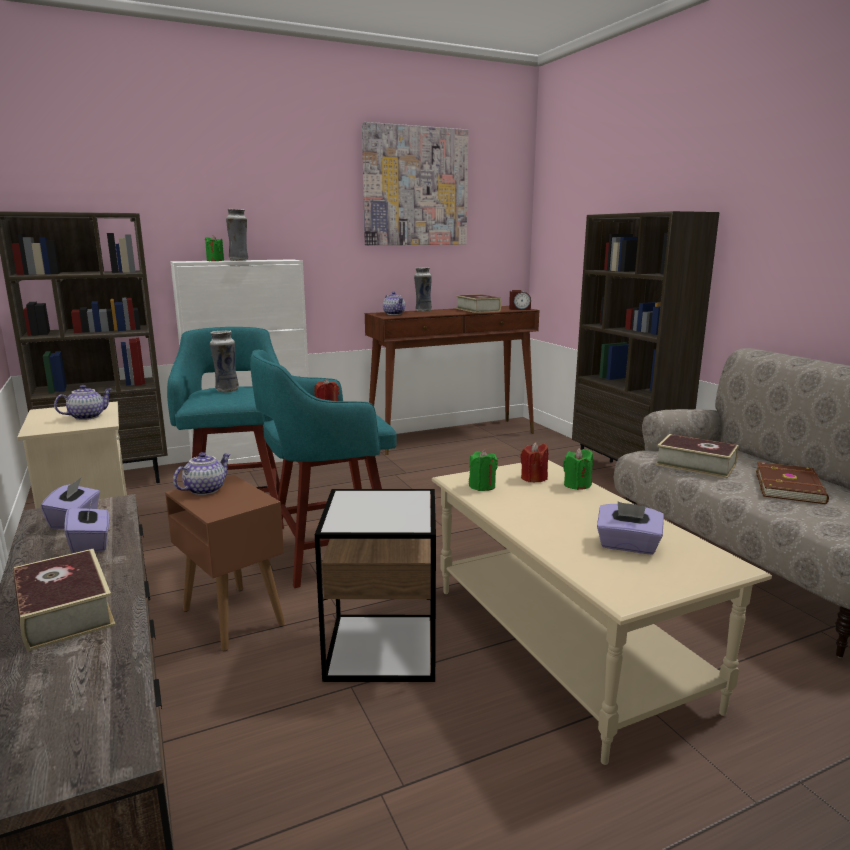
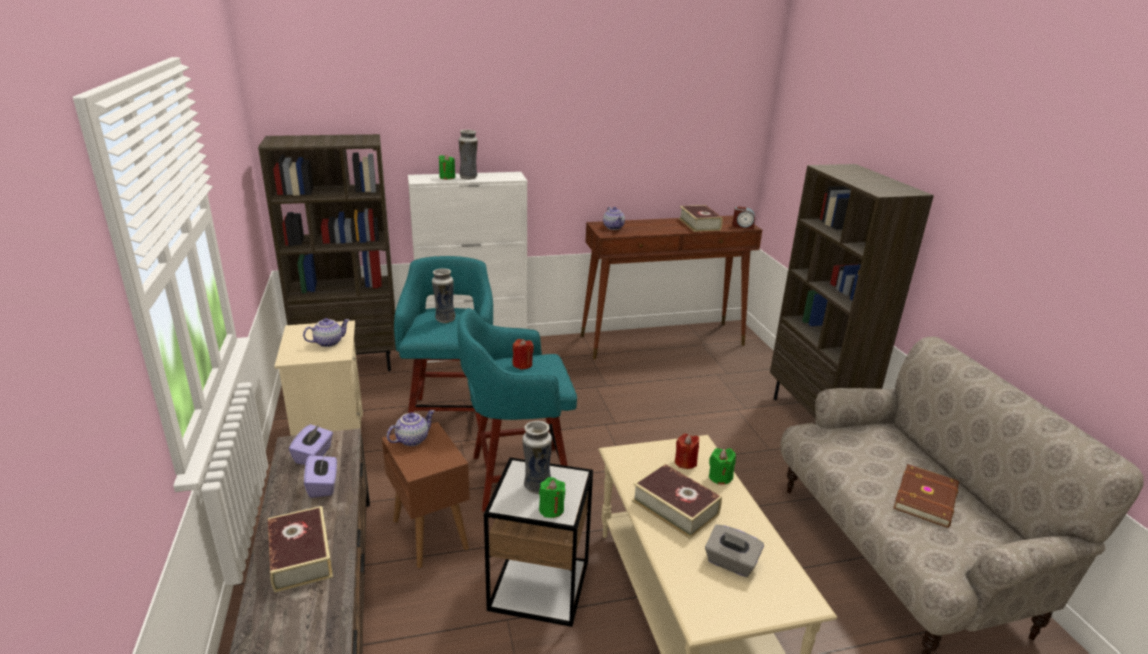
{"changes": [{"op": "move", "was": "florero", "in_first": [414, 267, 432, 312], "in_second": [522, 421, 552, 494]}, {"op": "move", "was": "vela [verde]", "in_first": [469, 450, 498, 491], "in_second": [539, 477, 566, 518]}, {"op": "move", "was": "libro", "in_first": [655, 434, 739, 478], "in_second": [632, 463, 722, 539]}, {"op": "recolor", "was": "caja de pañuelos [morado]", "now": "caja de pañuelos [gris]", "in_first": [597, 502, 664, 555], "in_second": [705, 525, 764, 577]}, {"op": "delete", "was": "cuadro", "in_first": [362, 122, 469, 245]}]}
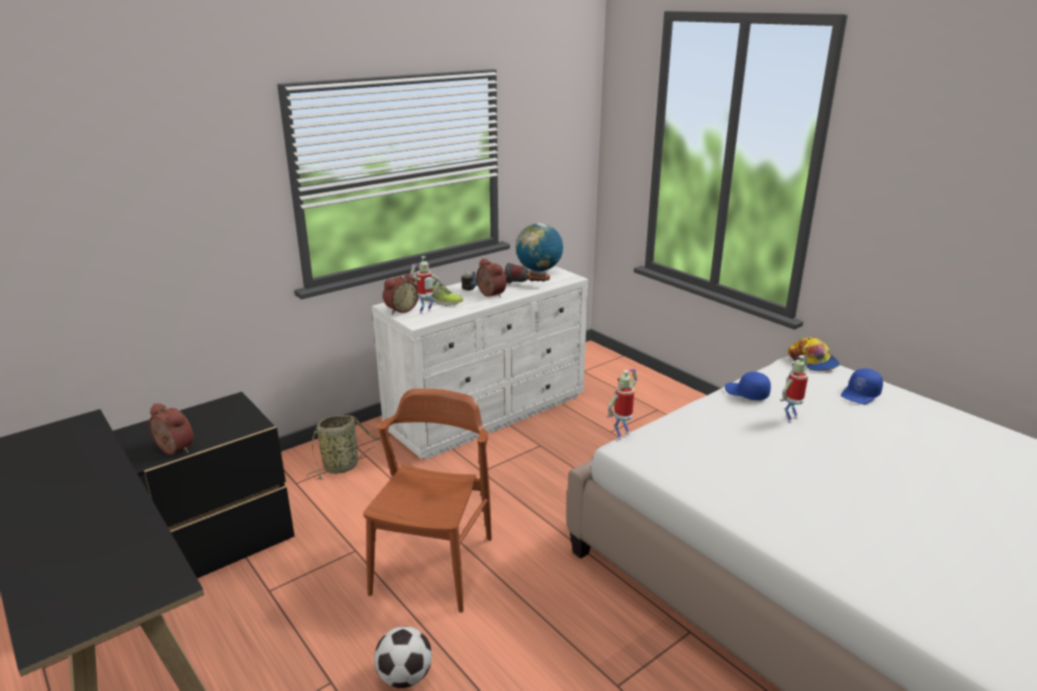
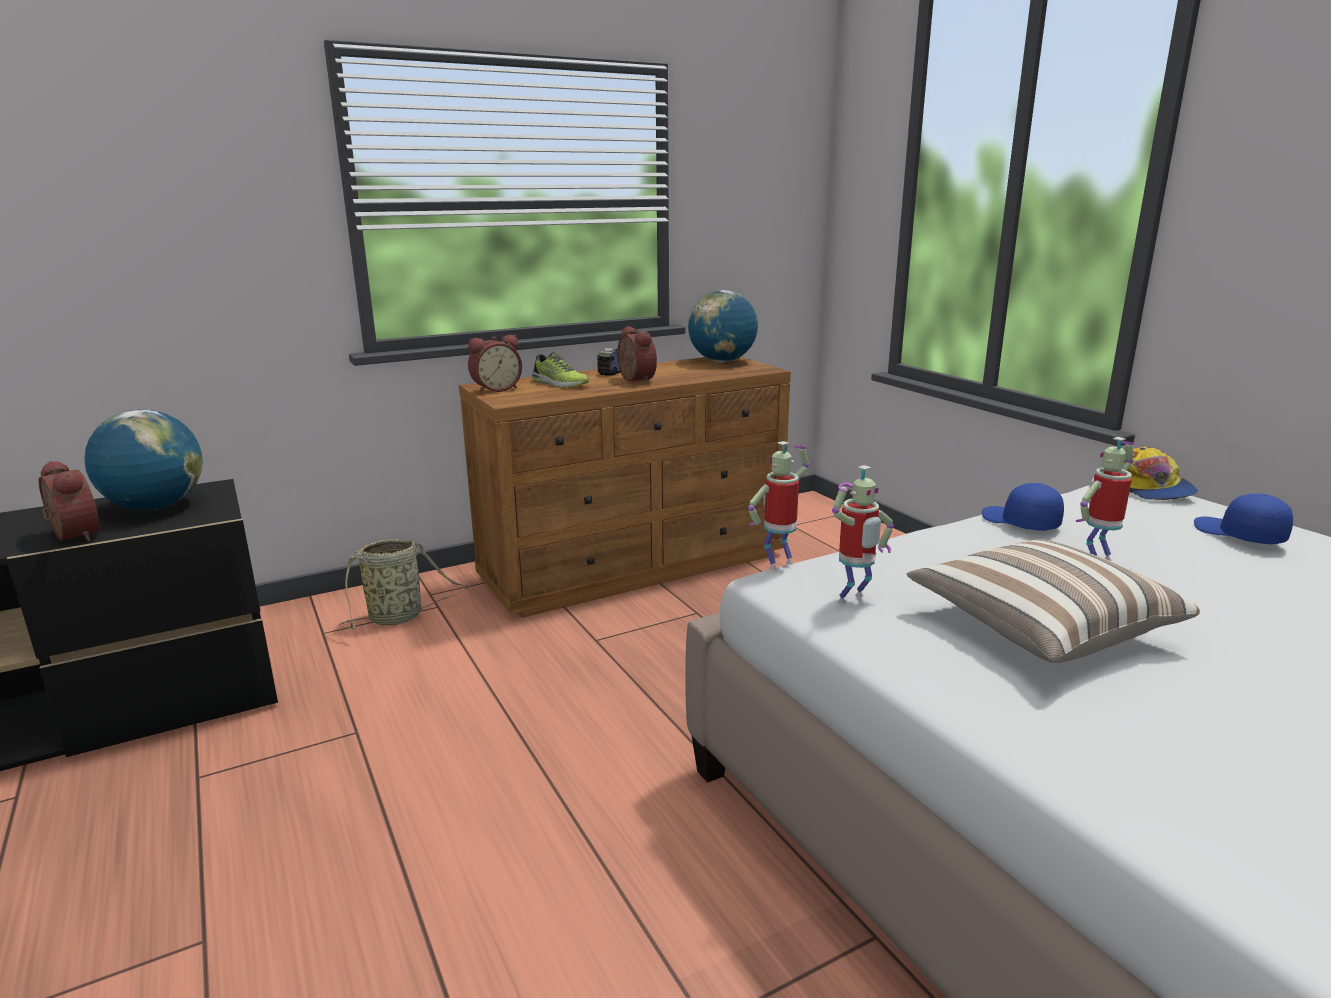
{"changes": [{"op": "insert", "now": "globo terráqueo", "in_second": [84, 409, 203, 510]}, {"op": "recolor", "was": "cómoda [blanco]", "now": "cómoda [marrón]", "in_first": [372, 266, 588, 459], "in_second": [459, 357, 791, 618]}, {"op": "move", "was": "robot de juguete", "in_first": [410, 256, 440, 314], "in_second": [832, 465, 894, 604]}, {"op": "insert", "now": "cojín", "in_second": [907, 539, 1200, 663]}, {"op": "rotate", "was": "gorra [azul]", "in_first": [841, 368, 883, 404], "in_second": [1194, 493, 1293, 544], "clockwise": 90}, {"op": "delete", "was": "silla [marrón]", "in_first": [363, 389, 492, 613]}, {"op": "delete", "was": "balón de fútbol", "in_first": [374, 626, 432, 688]}, {"op": "delete", "was": "linterna", "in_first": [504, 263, 550, 284]}]}
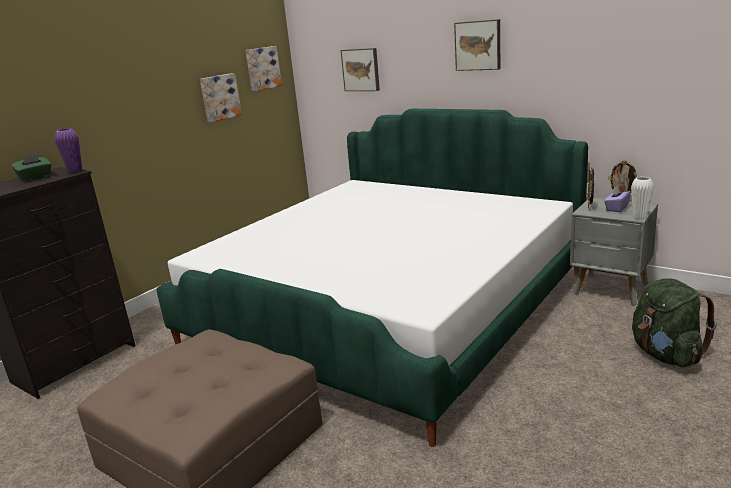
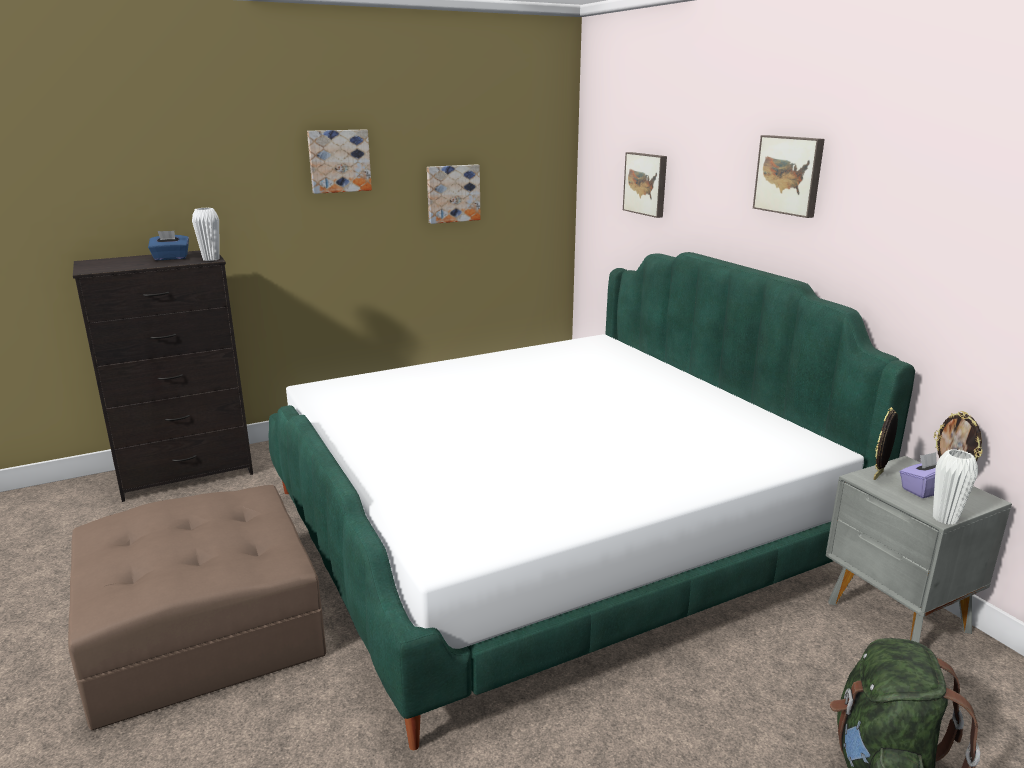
{"changes": [{"op": "recolor", "was": "caja de pañuelos [verde]", "now": "caja de pañuelos [azul]", "in_first": [12, 153, 51, 182], "in_second": [148, 231, 189, 260]}, {"op": "recolor", "was": "florero [morado]", "now": "florero [blanco]", "in_first": [55, 128, 83, 174], "in_second": [192, 208, 219, 261]}, {"op": "move", "was": "cuadro", "in_first": [245, 46, 282, 91], "in_second": [307, 130, 372, 194]}]}
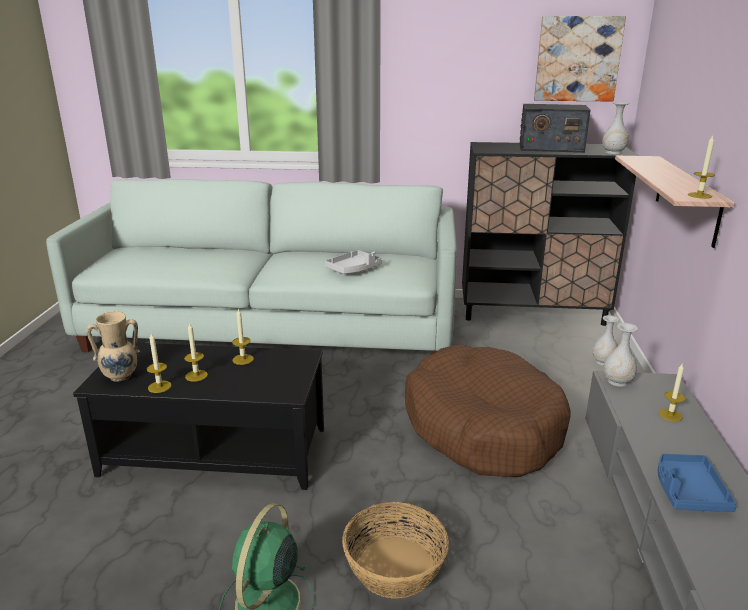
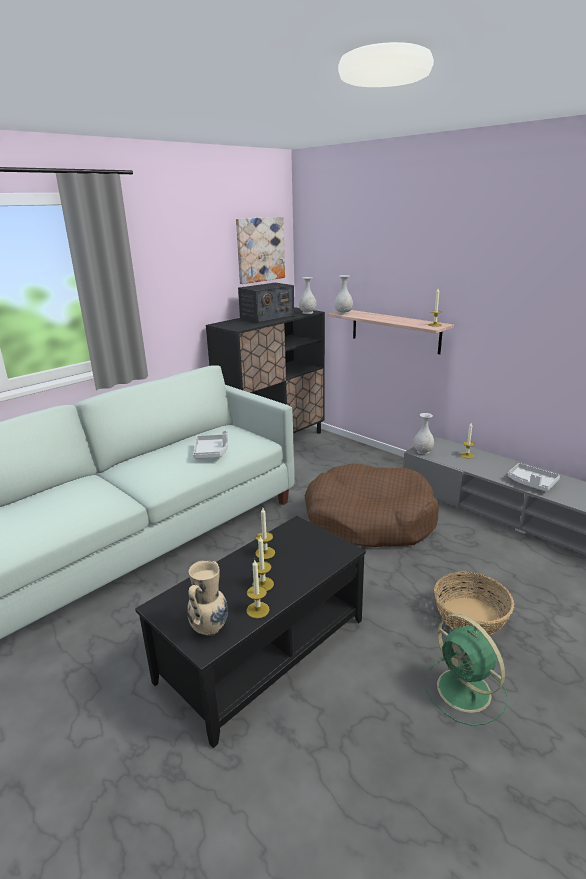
{"changes": [{"op": "move", "was": "florero [blanco]", "in_first": [592, 315, 619, 366], "in_second": [334, 275, 353, 314]}, {"op": "recolor", "was": "bandeja [azul]", "now": "bandeja [gris]", "in_first": [658, 454, 737, 512], "in_second": [508, 463, 560, 492]}]}
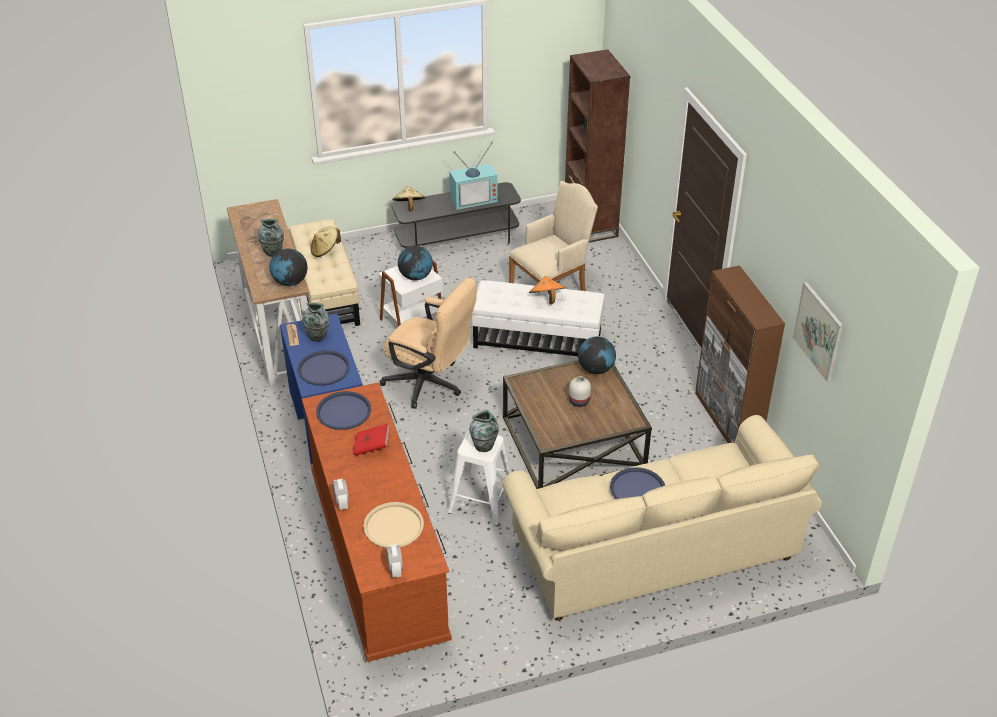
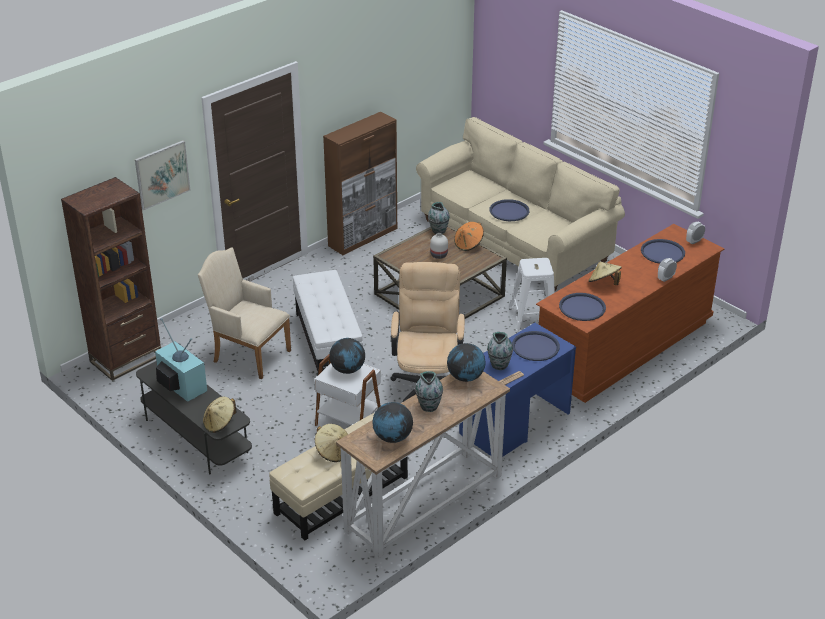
{"changes": [{"op": "move", "was": "cuadro", "in_first": [792, 282, 844, 382], "in_second": [135, 140, 190, 210]}, {"op": "move", "was": "globo terráqueo", "in_first": [578, 337, 616, 374], "in_second": [372, 402, 413, 443]}, {"op": "move", "was": "florero", "in_first": [469, 410, 499, 452], "in_second": [428, 202, 450, 234]}, {"op": "move", "was": "sombrero [naranja]", "in_first": [529, 276, 565, 305], "in_second": [454, 222, 484, 251]}, {"op": "replace", "was": "libro [rojo]", "now": "sombrero [beis]", "in_first": [353, 423, 390, 456], "in_second": [588, 261, 622, 285]}, {"op": "recolor", "was": "bandeja [beis]", "now": "bandeja [azul]", "in_first": [363, 502, 424, 548], "in_second": [641, 239, 685, 264]}]}
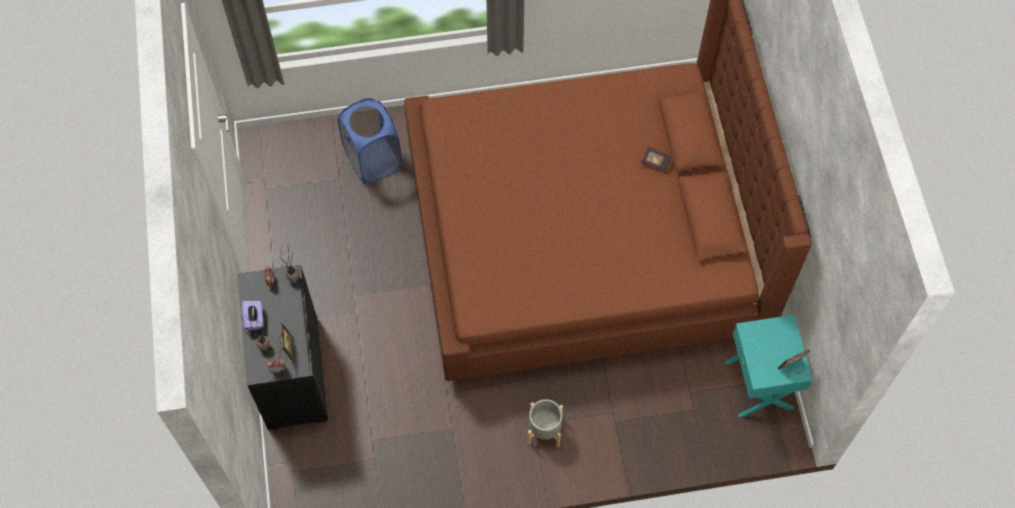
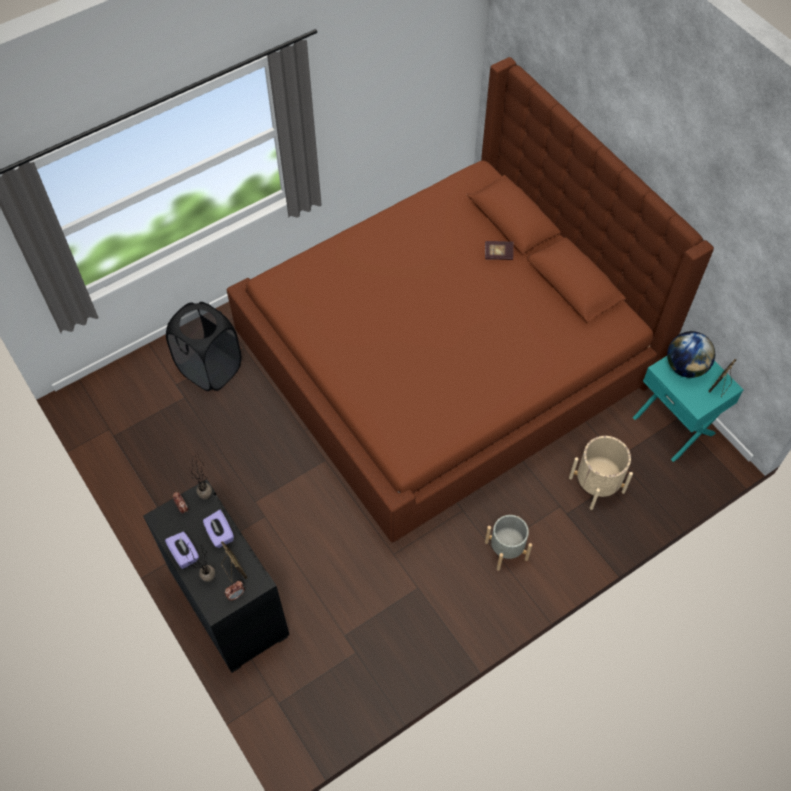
{"changes": [{"op": "recolor", "was": "cesto de la ropa [azul]", "now": "cesto de la ropa [negro]", "in_first": [338, 98, 402, 183], "in_second": [166, 302, 241, 391]}, {"op": "insert", "now": "caja de pañuelos [morado]", "in_second": [203, 510, 234, 548]}, {"op": "insert", "now": "maceta [beis]", "in_second": [569, 436, 633, 510]}, {"op": "insert", "now": "globo terráqueo", "in_second": [667, 331, 715, 378]}]}
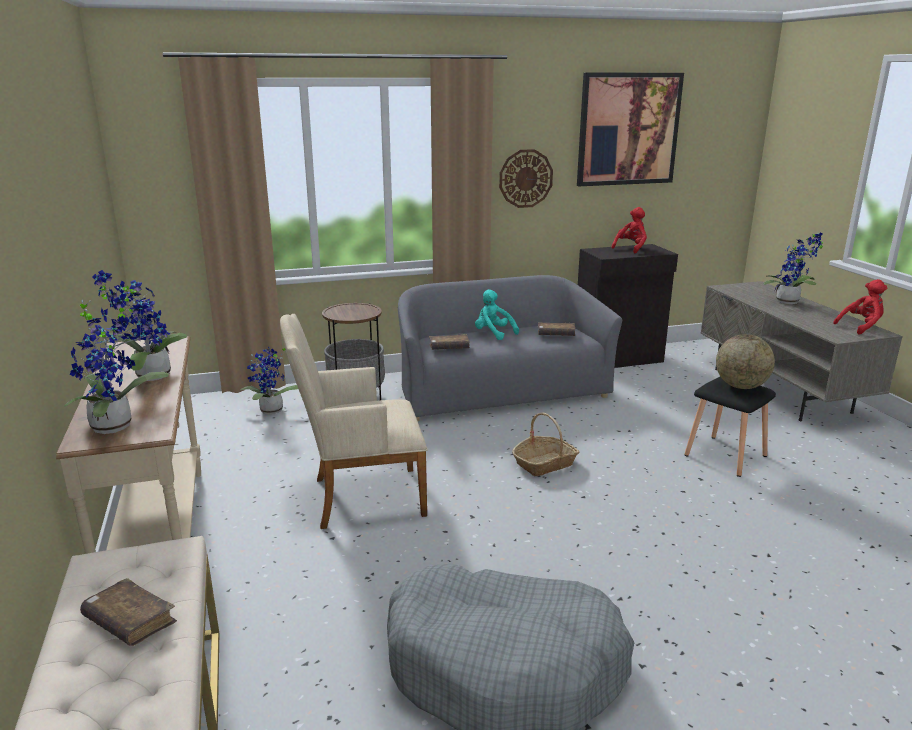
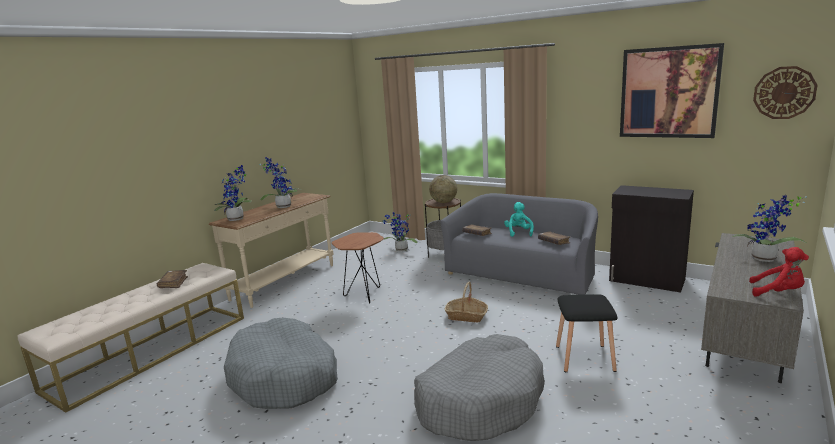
{"changes": [{"op": "replace", "was": "sillón [beis]", "now": "mesa auxiliar [marrón]", "in_first": [280, 314, 428, 529], "in_second": [332, 232, 384, 304]}, {"op": "insert", "now": "cama para perro [gris]", "in_second": [414, 334, 545, 441]}, {"op": "move", "was": "globo terráqueo", "in_first": [716, 334, 775, 389], "in_second": [429, 175, 457, 203]}, {"op": "move", "was": "reloj de pared", "in_first": [499, 149, 553, 208], "in_second": [753, 66, 818, 119]}, {"op": "delete", "was": "peluche [rojo]", "in_first": [611, 207, 647, 253]}]}
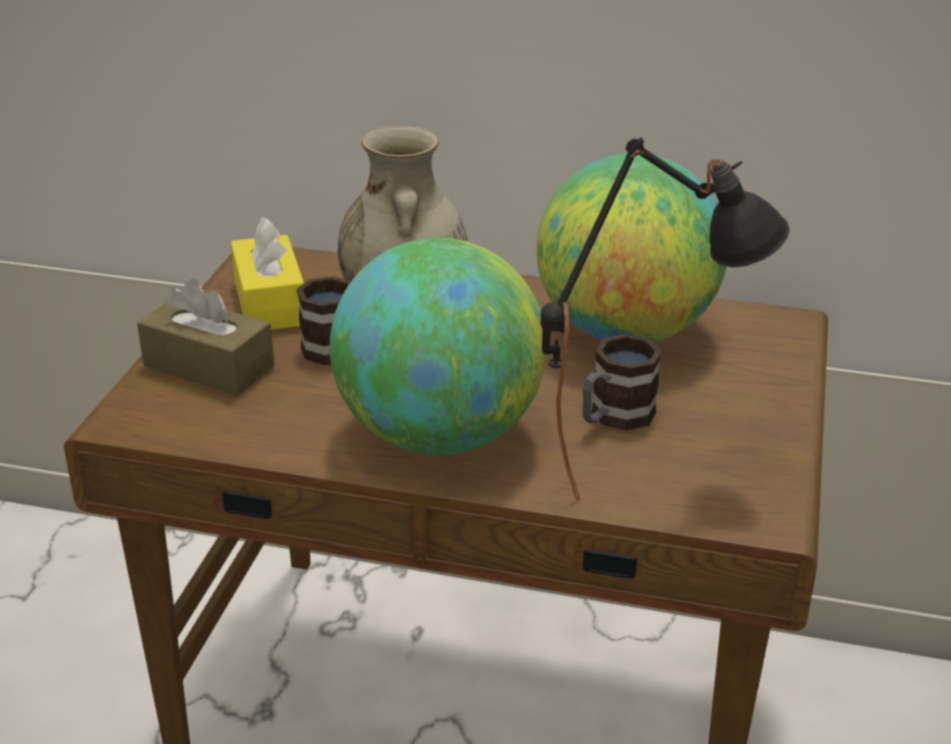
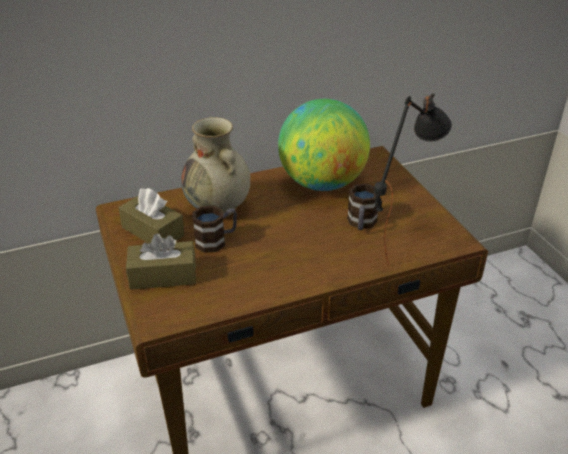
{"changes": [{"op": "recolor", "was": "caja de pañuelos [amarillo]", "now": "caja de pañuelos [marrón]", "in_first": [231, 217, 304, 330], "in_second": [118, 188, 185, 243]}, {"op": "delete", "was": "globo terráqueo", "in_first": [330, 238, 547, 455]}]}
